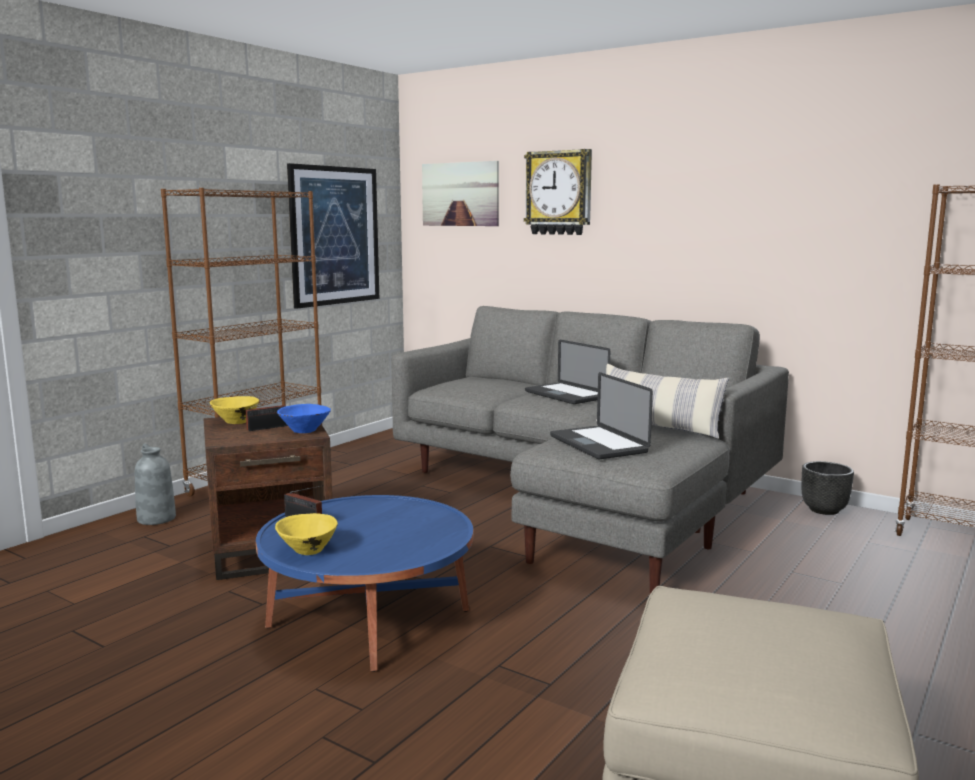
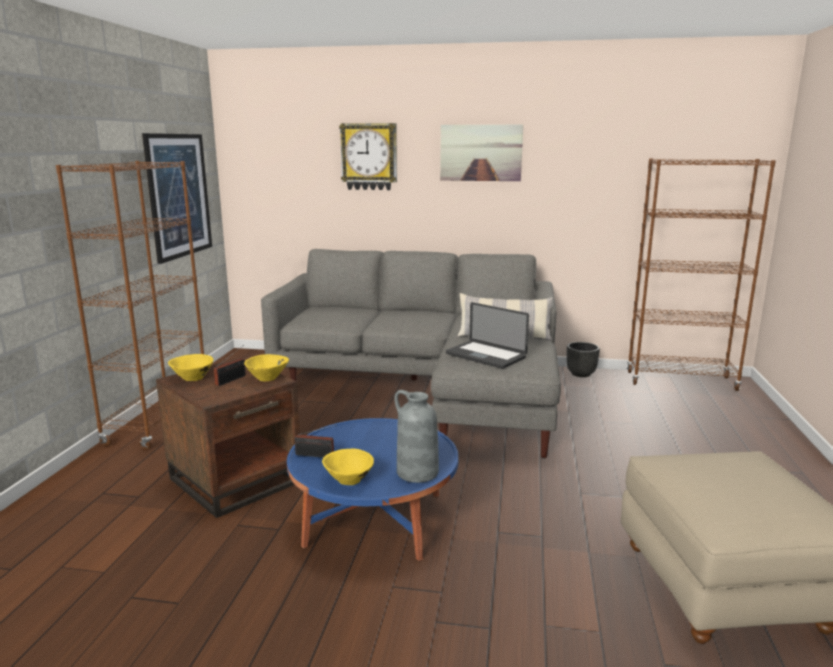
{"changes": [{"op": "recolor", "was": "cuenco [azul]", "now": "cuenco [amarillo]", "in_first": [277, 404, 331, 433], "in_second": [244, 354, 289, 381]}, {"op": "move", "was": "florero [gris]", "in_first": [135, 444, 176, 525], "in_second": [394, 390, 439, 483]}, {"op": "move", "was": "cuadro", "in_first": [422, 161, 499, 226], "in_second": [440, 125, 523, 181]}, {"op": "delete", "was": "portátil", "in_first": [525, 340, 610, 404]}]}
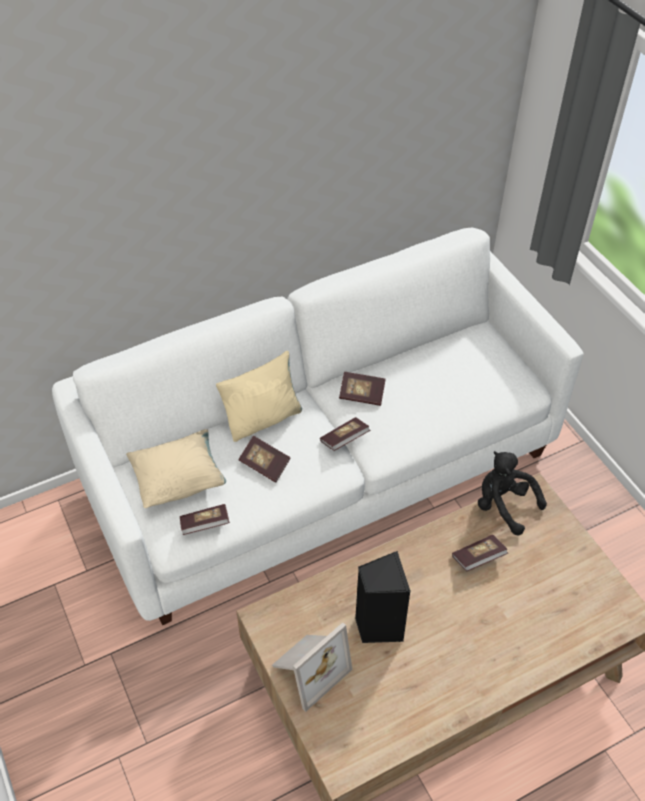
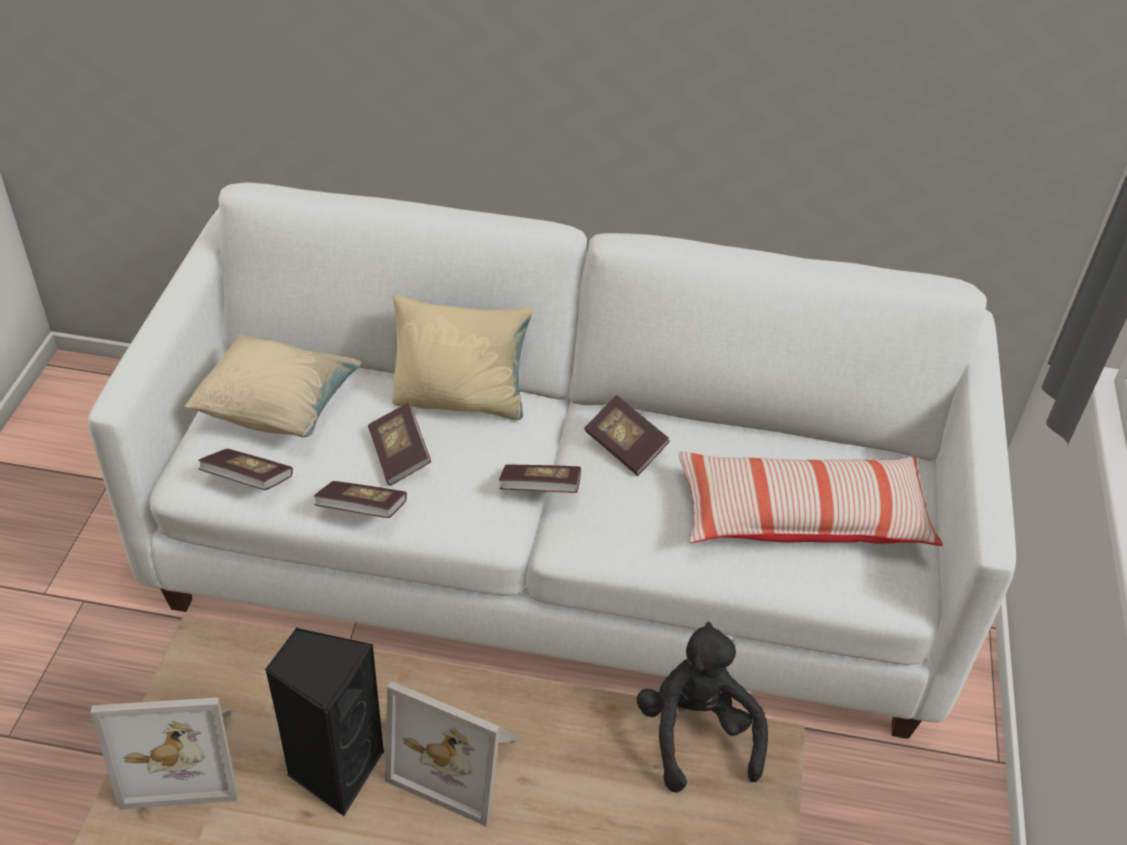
{"changes": [{"op": "move", "was": "libro", "in_first": [452, 535, 508, 571], "in_second": [314, 481, 407, 518]}, {"op": "insert", "now": "portarretratos", "in_second": [385, 681, 519, 826]}, {"op": "insert", "now": "cojín", "in_second": [679, 452, 943, 546]}]}
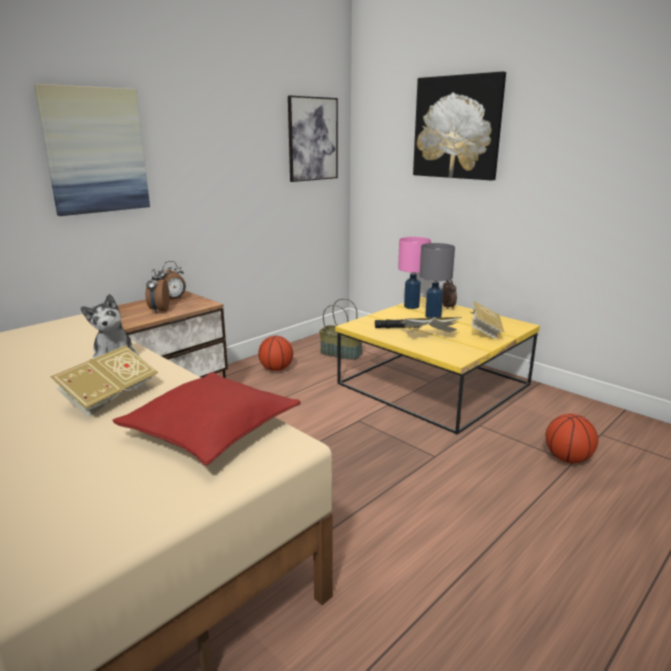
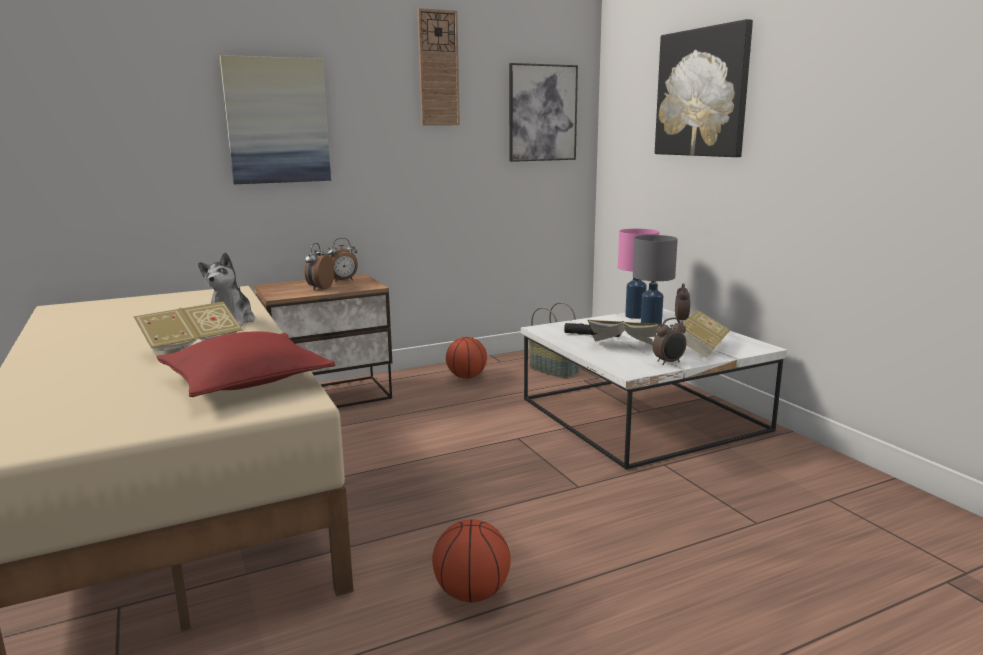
{"changes": [{"op": "insert", "now": "reloj de pared", "in_second": [418, 8, 460, 126]}, {"op": "move", "was": "balón de baloncesto", "in_first": [545, 414, 598, 463], "in_second": [432, 519, 511, 602]}, {"op": "recolor", "was": "mesa de centro [amarillo]", "now": "mesa de centro [blanco]", "in_first": [335, 297, 540, 435], "in_second": [521, 308, 787, 470]}, {"op": "insert", "now": "despertador", "in_second": [653, 318, 687, 365]}]}
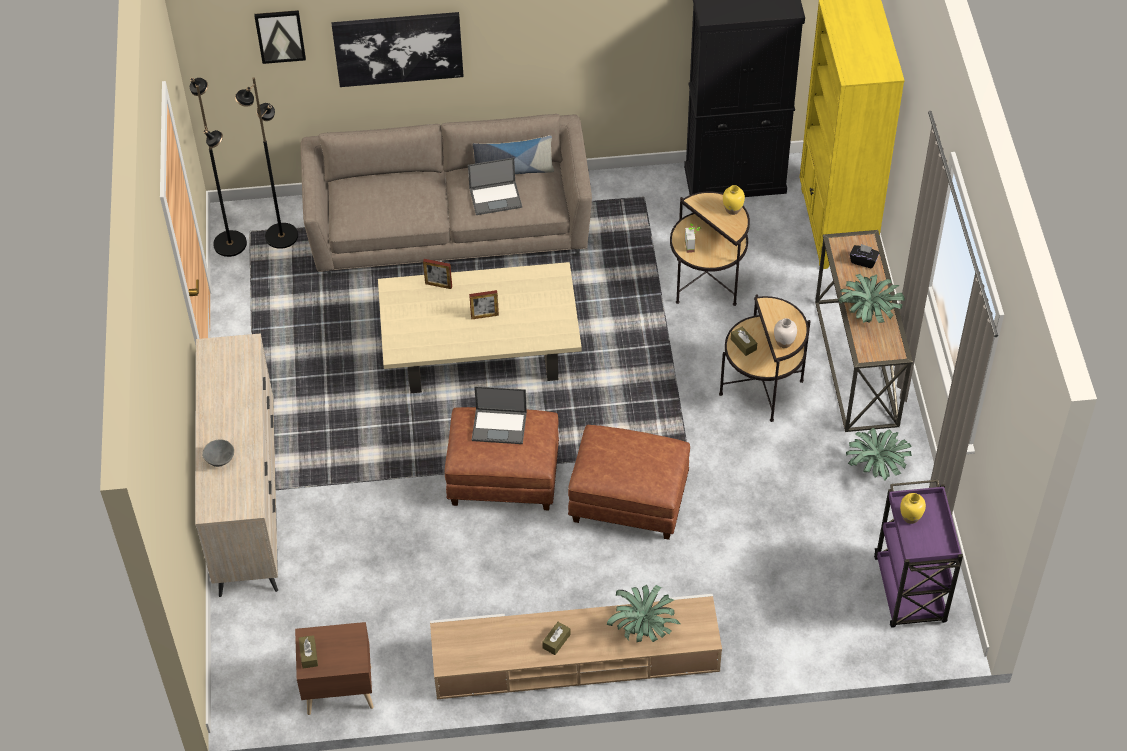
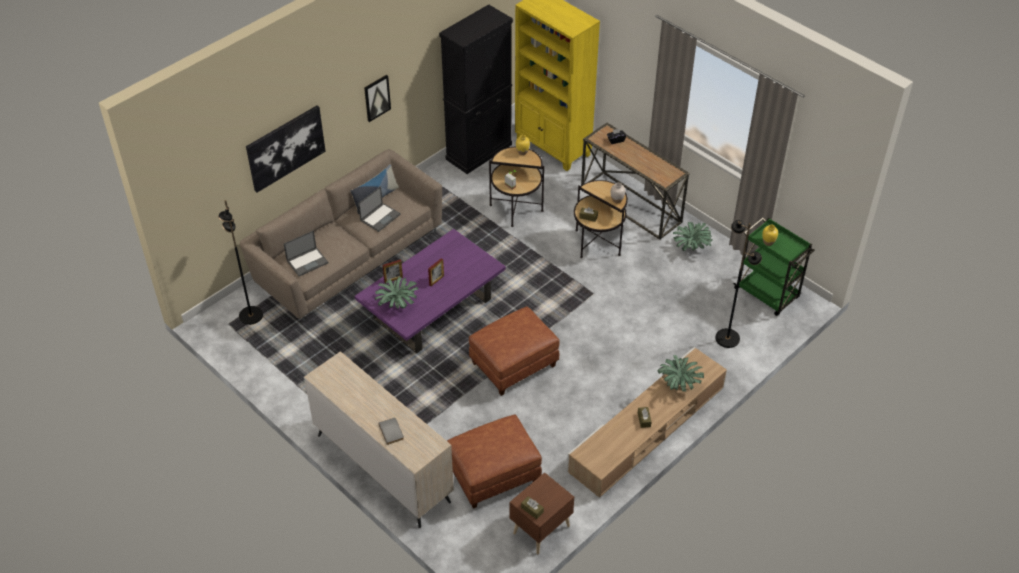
{"changes": [{"op": "move", "was": "portátil", "in_first": [472, 386, 527, 444], "in_second": [284, 230, 328, 276]}, {"op": "recolor", "was": "mesa de centro [beis]", "now": "mesa de centro [morado]", "in_first": [378, 262, 582, 393], "in_second": [355, 229, 506, 353]}, {"op": "move", "was": "cuadro", "in_first": [254, 10, 306, 64], "in_second": [364, 75, 391, 122]}, {"op": "move", "was": "planta en maceta", "in_first": [838, 274, 905, 323], "in_second": [375, 277, 419, 309]}, {"op": "replace", "was": "cuenco [gris]", "now": "libro [gris]", "in_first": [202, 439, 234, 467], "in_second": [378, 418, 404, 445]}, {"op": "move", "was": "puf [marrón]", "in_first": [568, 425, 690, 540], "in_second": [447, 415, 542, 509]}, {"op": "move", "was": "lámpara de pie [negro]", "in_first": [190, 78, 247, 257], "in_second": [715, 220, 762, 348]}, {"op": "recolor", "was": "carrito [morado]", "now": "carrito [verde]", "in_first": [874, 480, 963, 628], "in_second": [733, 217, 815, 316]}]}
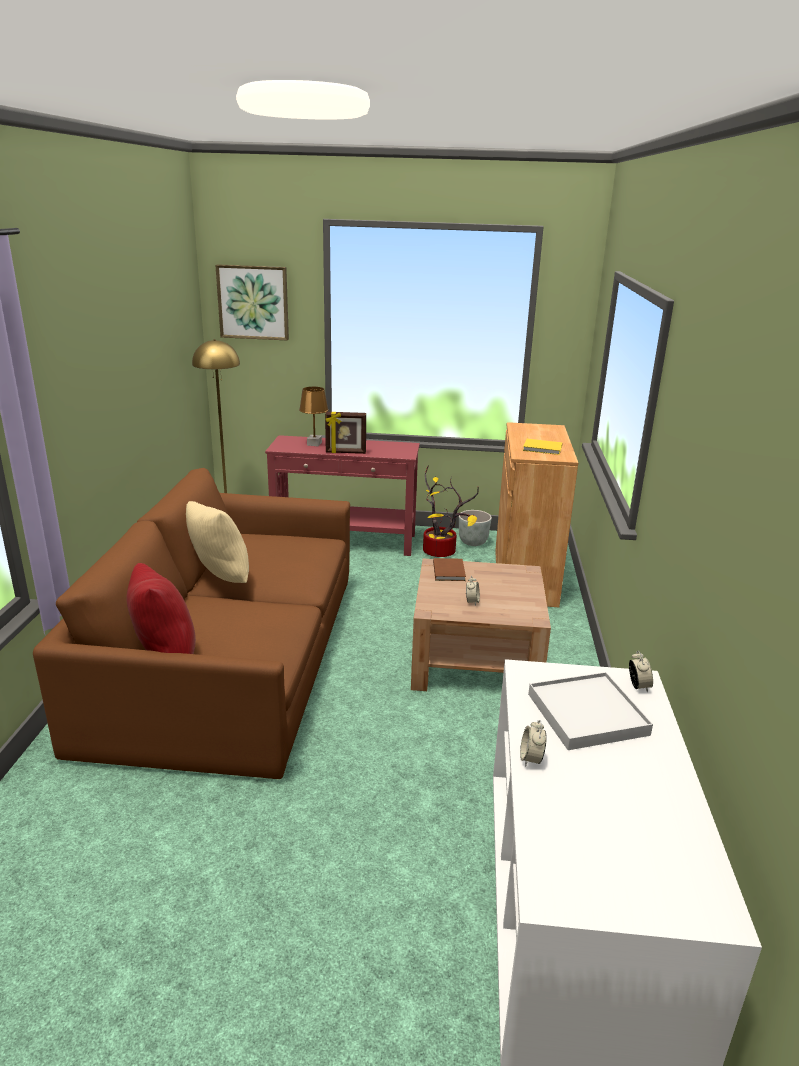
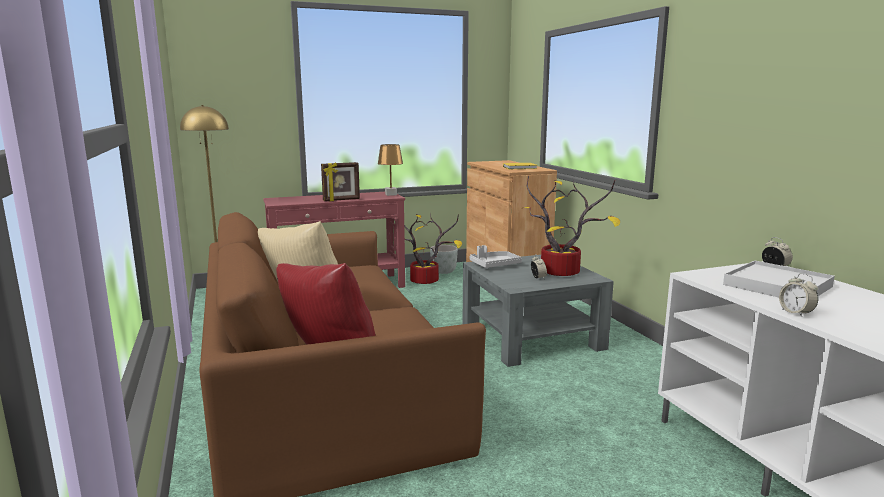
{"changes": [{"op": "move", "was": "lámpara de mesa [marrón]", "in_first": [299, 387, 328, 446], "in_second": [378, 144, 403, 196]}, {"op": "recolor", "was": "mesa de centro [marrón]", "now": "mesa de centro [gris]", "in_first": [411, 558, 551, 691], "in_second": [462, 255, 614, 367]}, {"op": "replace", "was": "libro [marrón]", "now": "bandeja [gris]", "in_first": [433, 558, 466, 581], "in_second": [469, 245, 522, 268]}, {"op": "insert", "now": "planta en maceta", "in_second": [523, 176, 620, 276]}, {"op": "delete", "was": "cuadro", "in_first": [215, 264, 289, 340]}]}
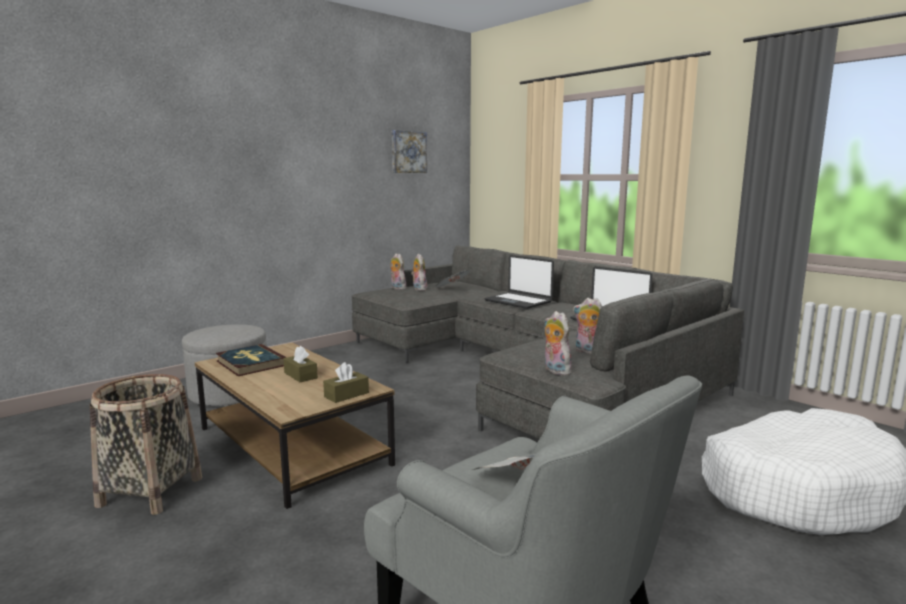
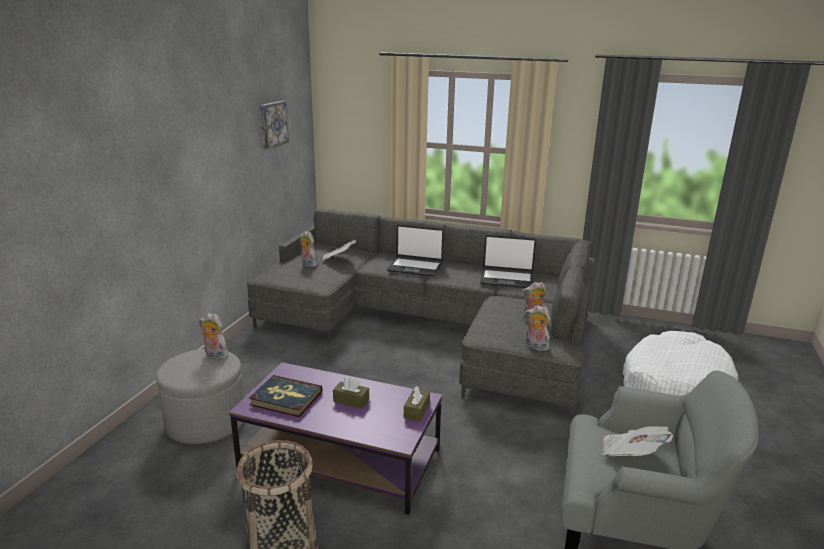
{"changes": [{"op": "move", "was": "peluche", "in_first": [390, 254, 406, 290], "in_second": [199, 313, 228, 360]}, {"op": "recolor", "was": "mesa de centro [marrón]", "now": "mesa de centro [morado]", "in_first": [195, 343, 395, 509], "in_second": [229, 362, 442, 515]}]}
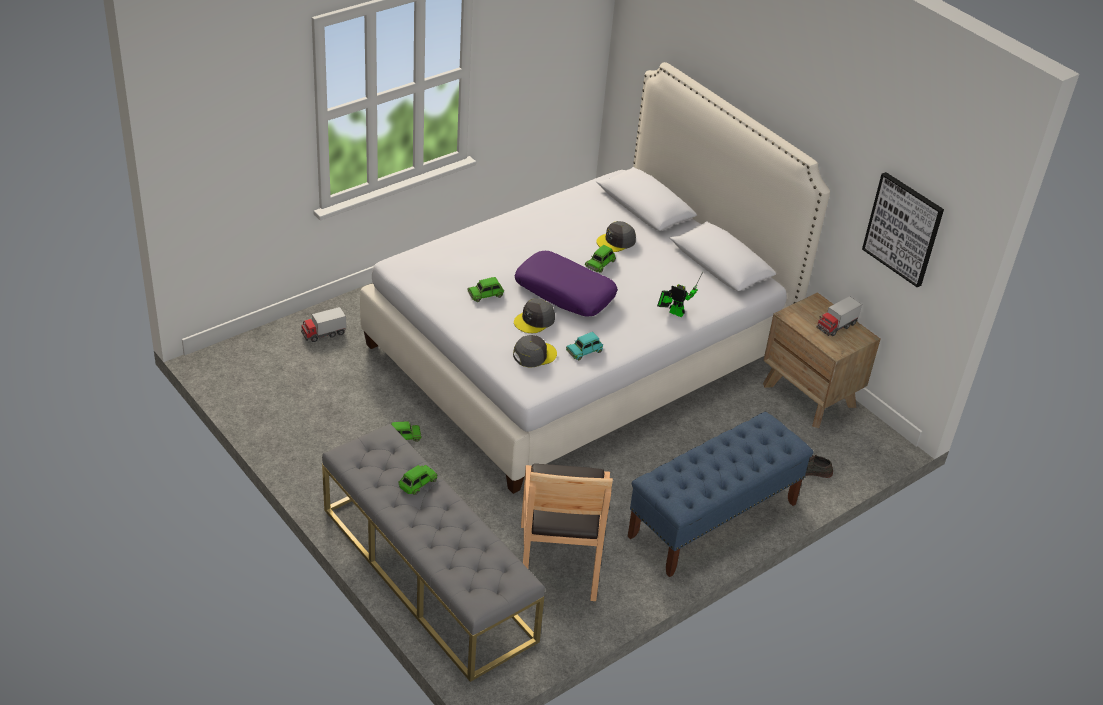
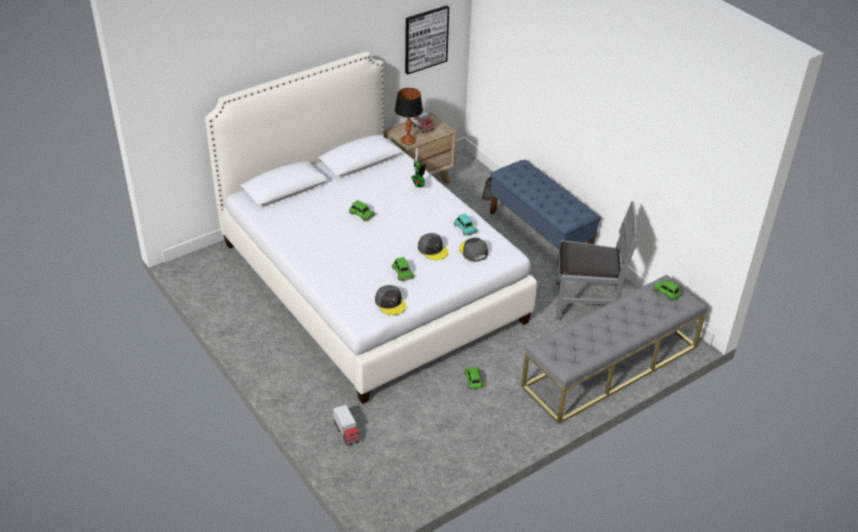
{"changes": [{"op": "move", "was": "gorra [gris]", "in_first": [596, 221, 636, 252], "in_second": [375, 285, 406, 315]}, {"op": "insert", "now": "lámpara de mesa", "in_second": [395, 88, 423, 145]}, {"op": "recolor", "was": "silla [marrón]", "now": "silla [gris]", "in_first": [521, 464, 613, 601], "in_second": [556, 201, 638, 320]}, {"op": "move", "was": "coche de juguete [verde]", "in_first": [398, 465, 438, 495], "in_second": [653, 280, 681, 300]}, {"op": "delete", "was": "cojín [morado]", "in_first": [515, 251, 618, 317]}]}
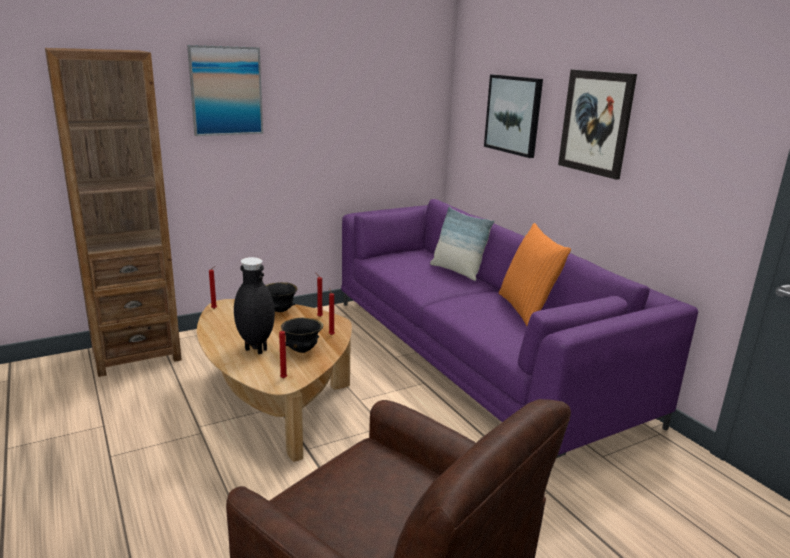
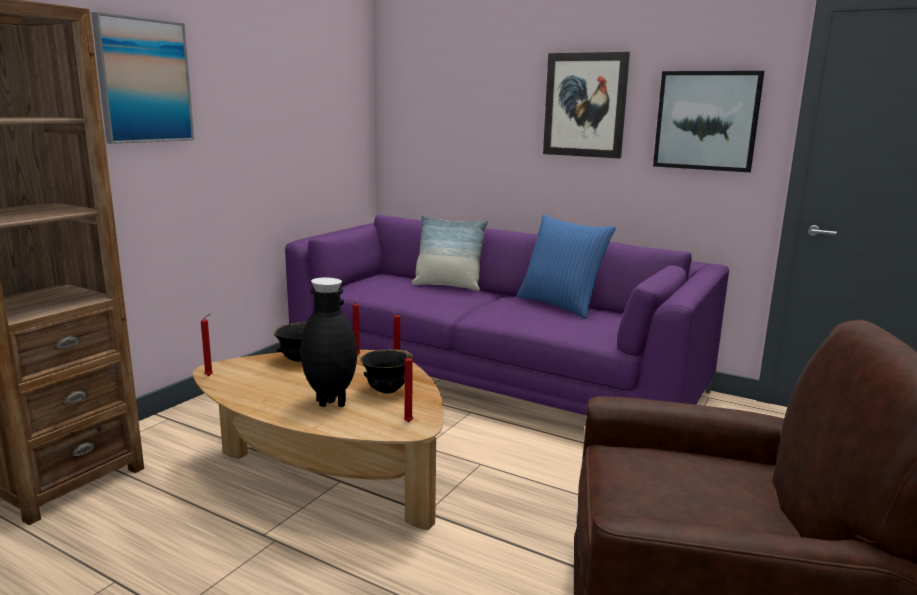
{"changes": [{"op": "recolor", "was": "cojín [naranja]", "now": "cojín [azul]", "in_first": [499, 223, 571, 326], "in_second": [517, 214, 616, 319]}, {"op": "move", "was": "cuadro", "in_first": [484, 74, 543, 158], "in_second": [653, 71, 764, 172]}]}
